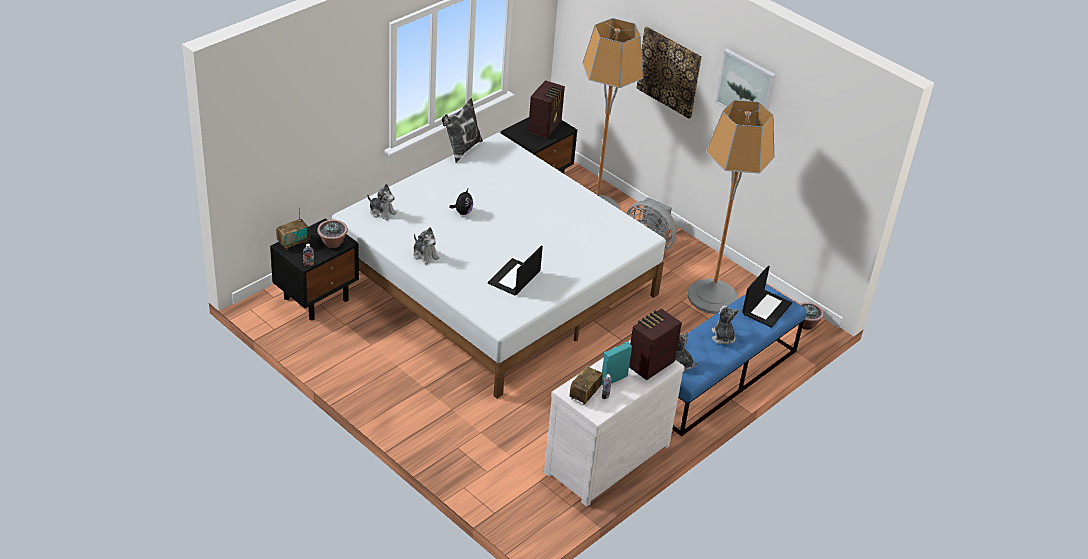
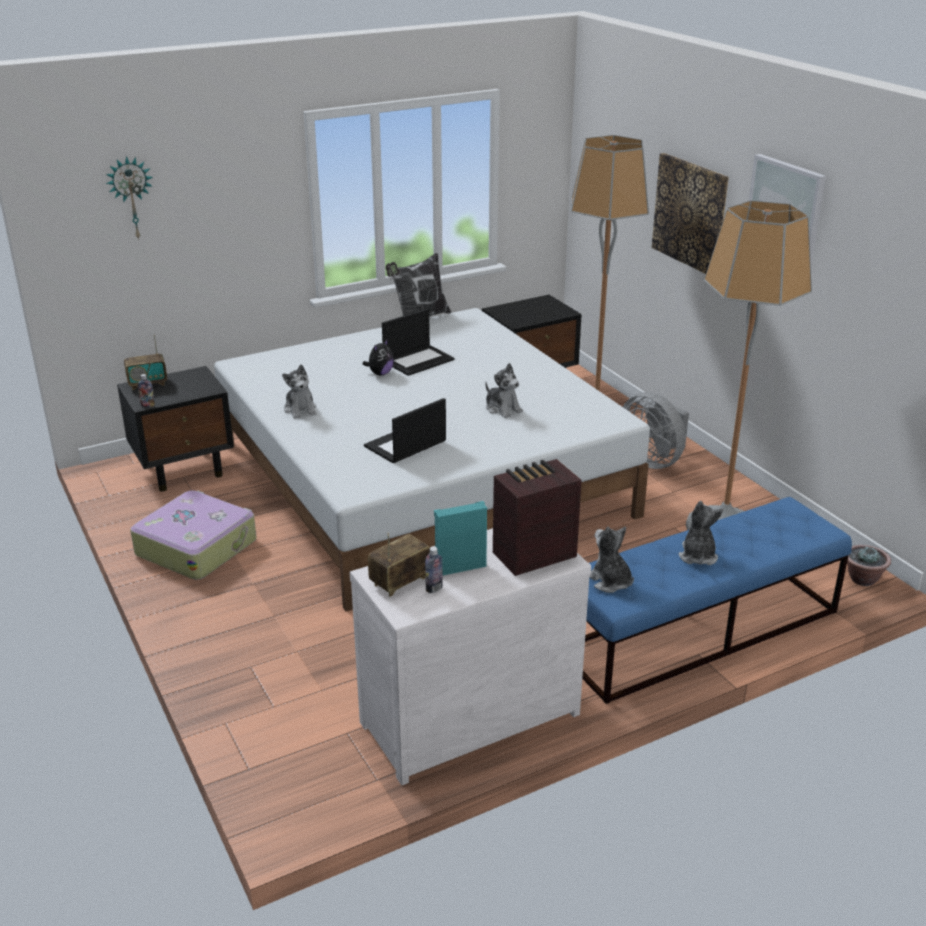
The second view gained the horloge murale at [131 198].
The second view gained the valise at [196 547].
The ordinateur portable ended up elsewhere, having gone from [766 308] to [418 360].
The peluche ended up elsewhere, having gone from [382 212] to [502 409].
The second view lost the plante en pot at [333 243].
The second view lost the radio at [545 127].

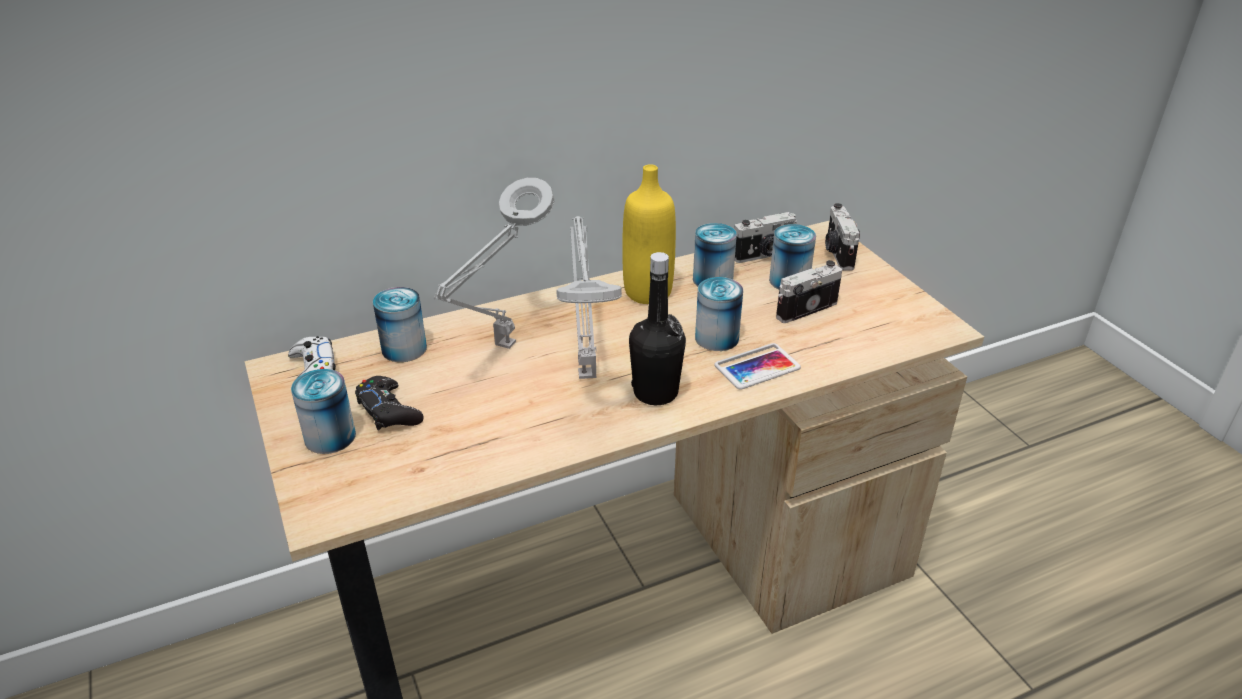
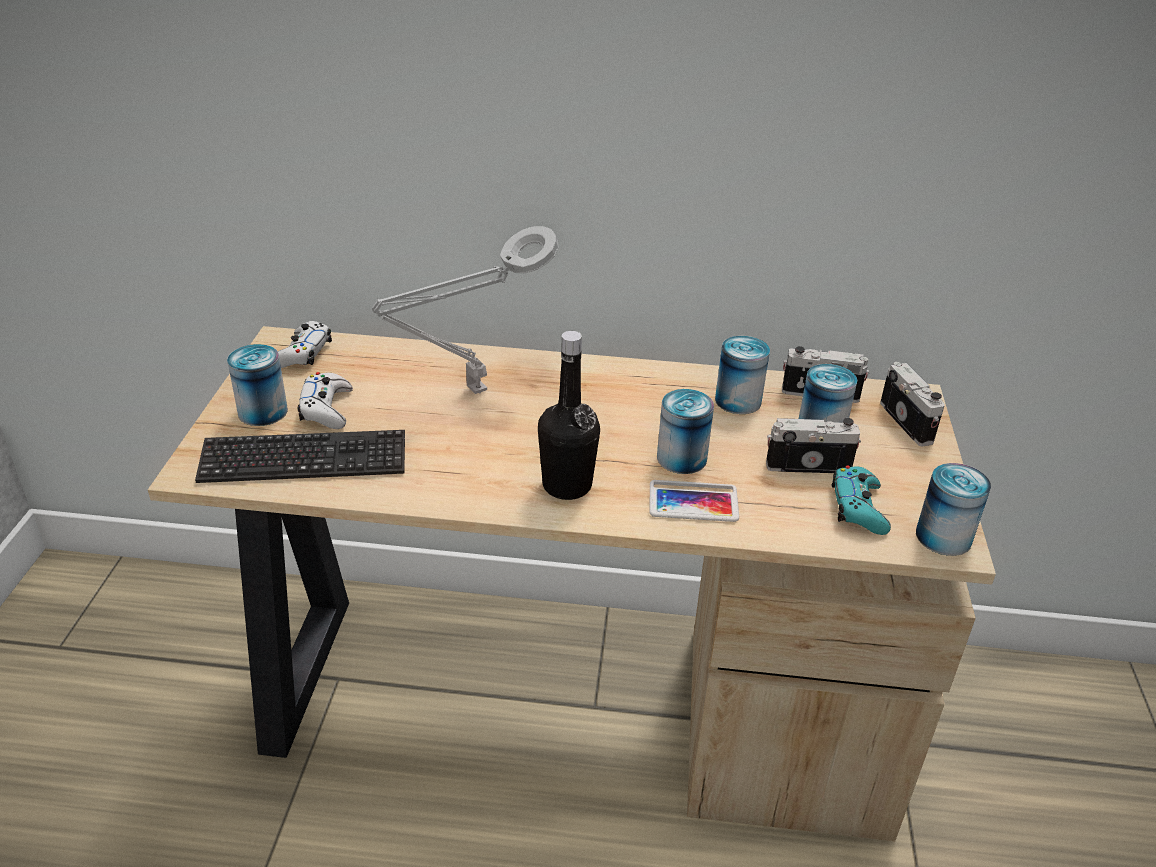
The second view gained the clavier at [304 460].
What was the manette [noir] at [389 411] turned into the manette [blanc] at [326 409].
The second view gained the manette [turquoise] at [858 508].
The appareil photo at [837 253] ended up facing another way, 135 degrees clockwise from before.
The boîte métallique ended up elsewhere, having gone from [404 348] to [943 537].
The second view lost the lampe de table [gris] at [586 372].
The second view lost the bouteille [jaune] at [647 292].

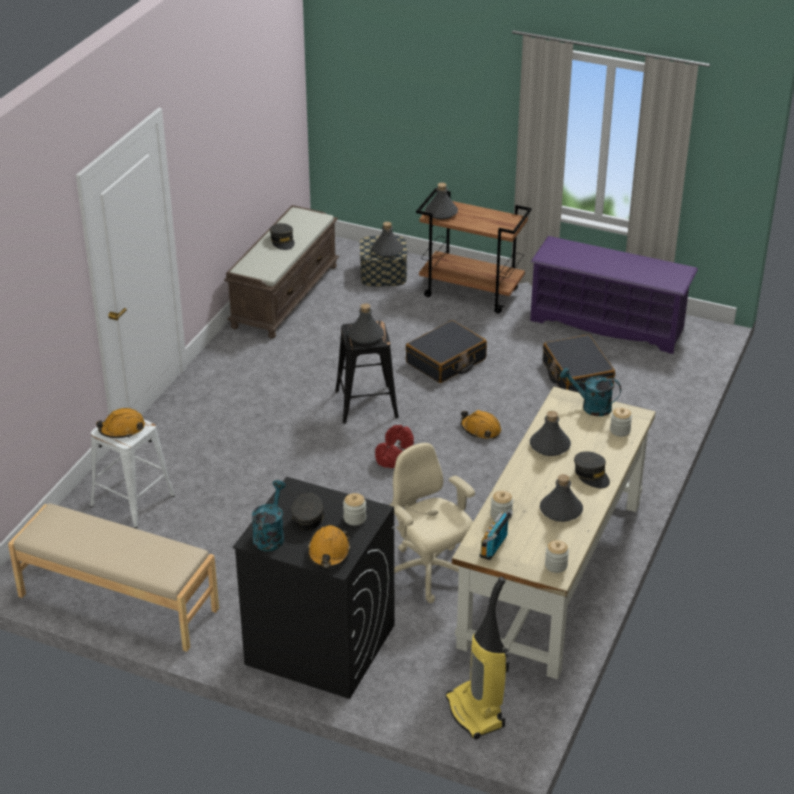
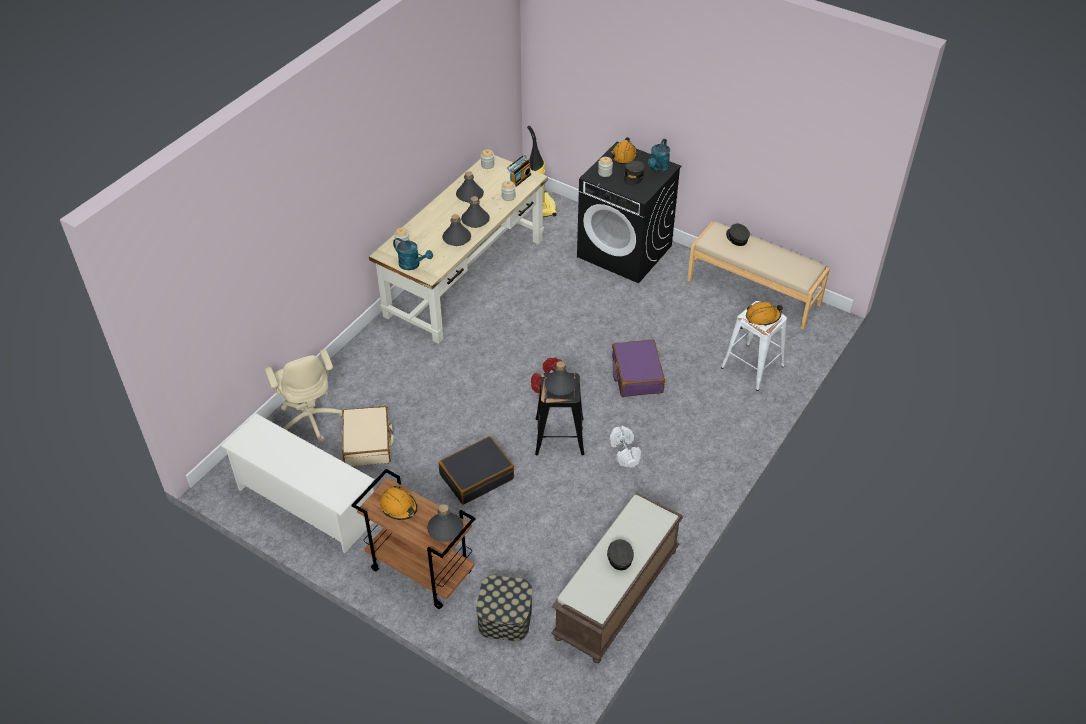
What was the étagère à chaussures [violet] at [608 324] turned into the étagère à chaussures [blanc] at [306 504].
The chaise de bureau [beige] ended up elsewhere, having gone from [428 573] to [310 419].
What was the valise [noir] at [576 376] turned into the valise [beige] at [368 443].
The casque de chantier [orange] ended up elsewhere, having gone from [480 429] to [399 507].
The bouteille [gris] ended up elsewhere, having gone from [387 250] to [475 220].
The second view gained the haltère [blanc] at [625 452].
The second view gained the valise [violet] at [636 375].
The casquette [gris] ended up elsewhere, having gone from [591 475] to [737 238].

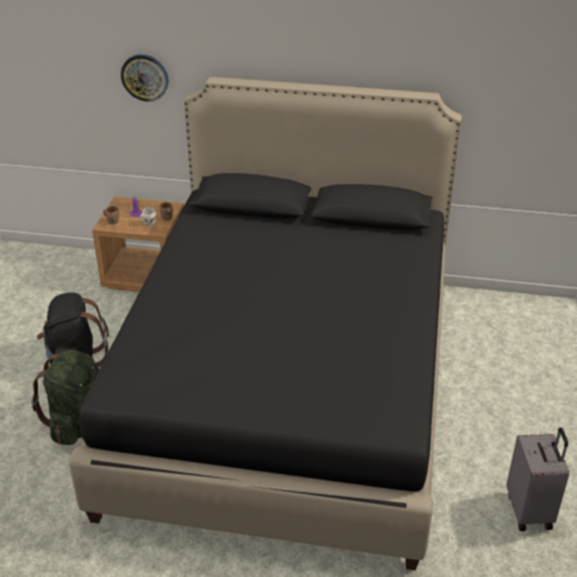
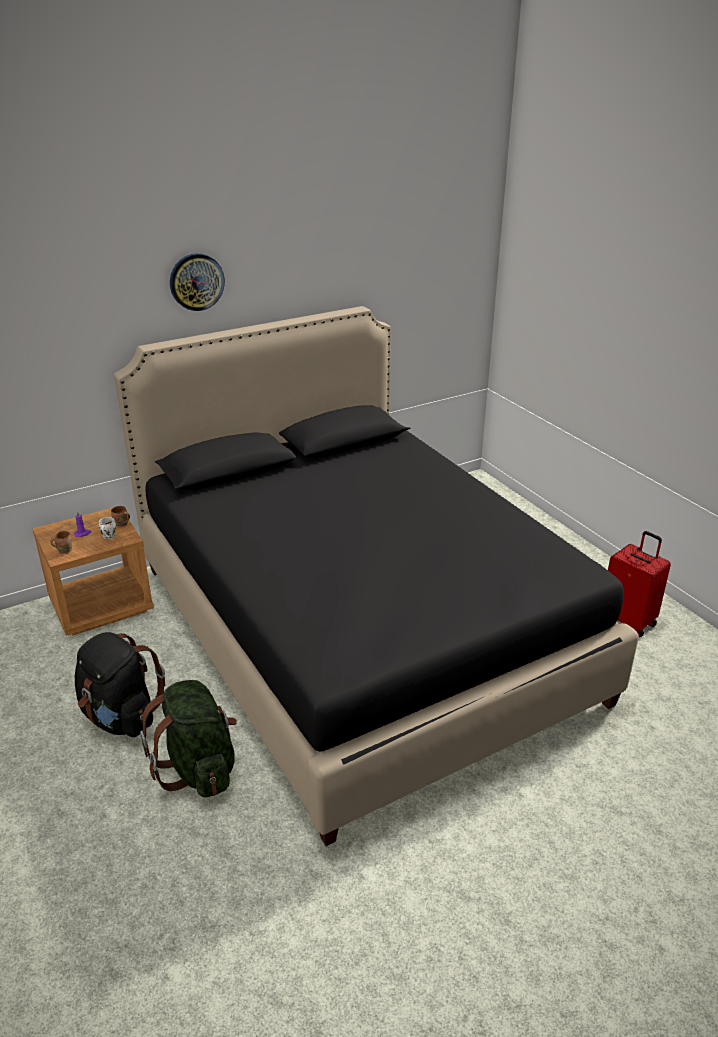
The horloge murale ended up elsewhere, having gone from [145 77] to [196 282].
What was the valise [gris] at [530 511] turned into the valise [rouge] at [629 620].

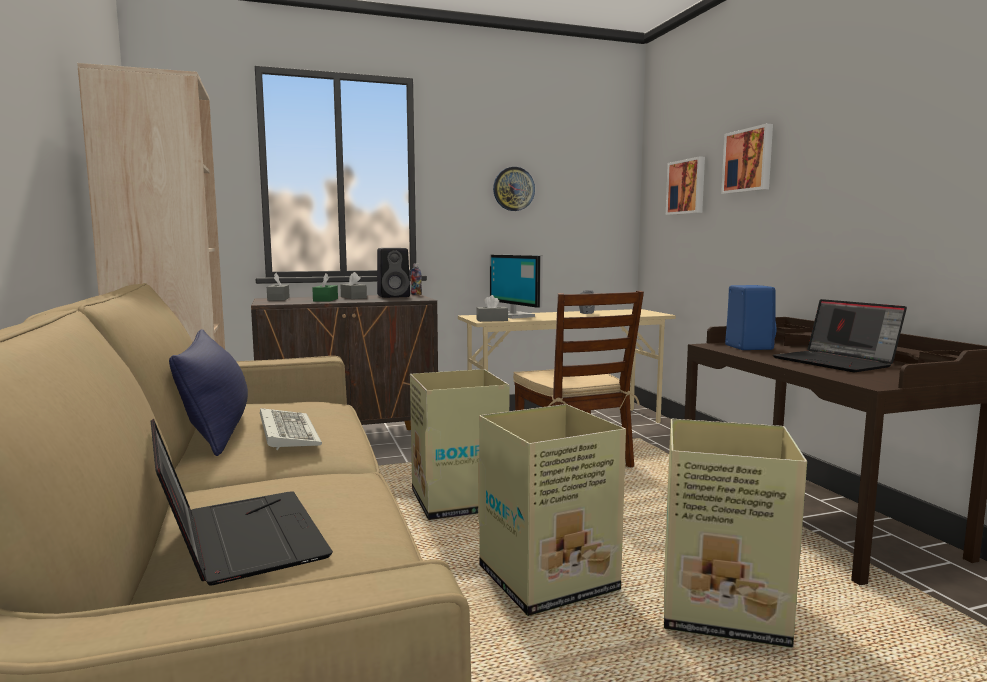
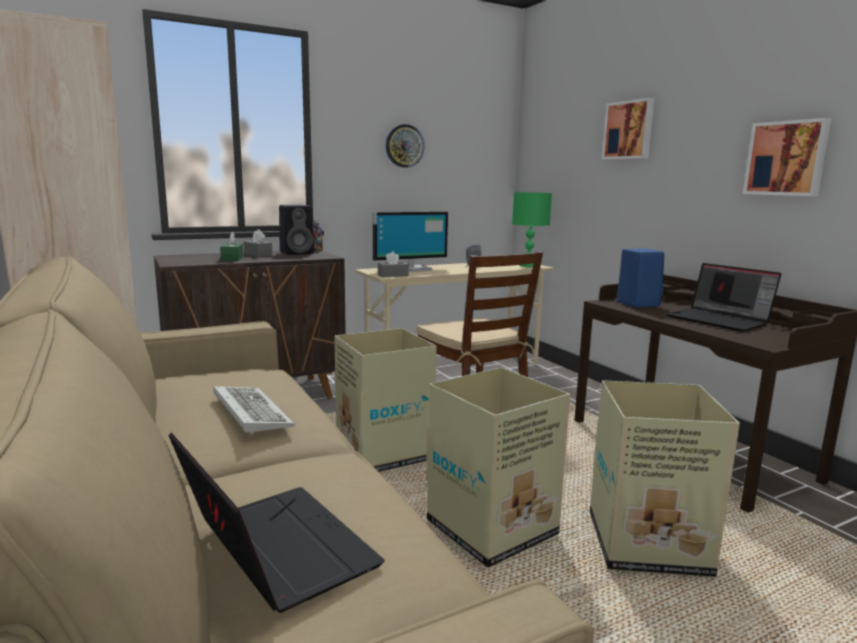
The écran d'ordinateur at [514 315] ended up facing another way, 75 degrees counterclockwise from before.
The second view gained the lampe de table [vert] at [528 266].
The tableau ended up elsewhere, having gone from [687 187] to [786 158].
The second view lost the coussin [bleu] at [215 429].
The second view lost the boîte à mouchoirs [gris] at [278 299].

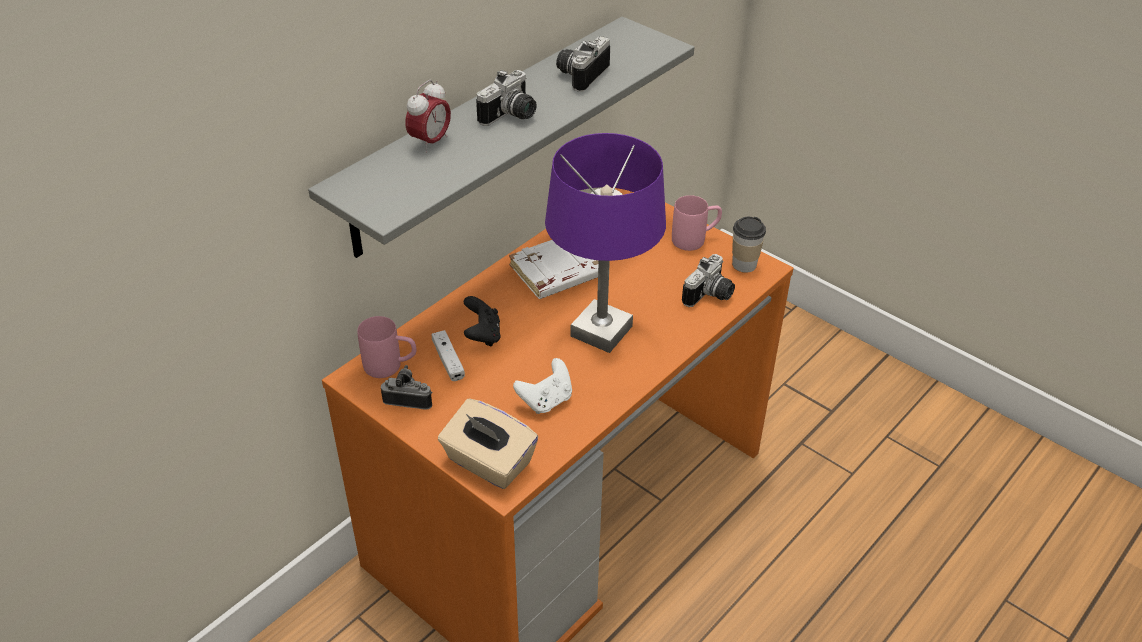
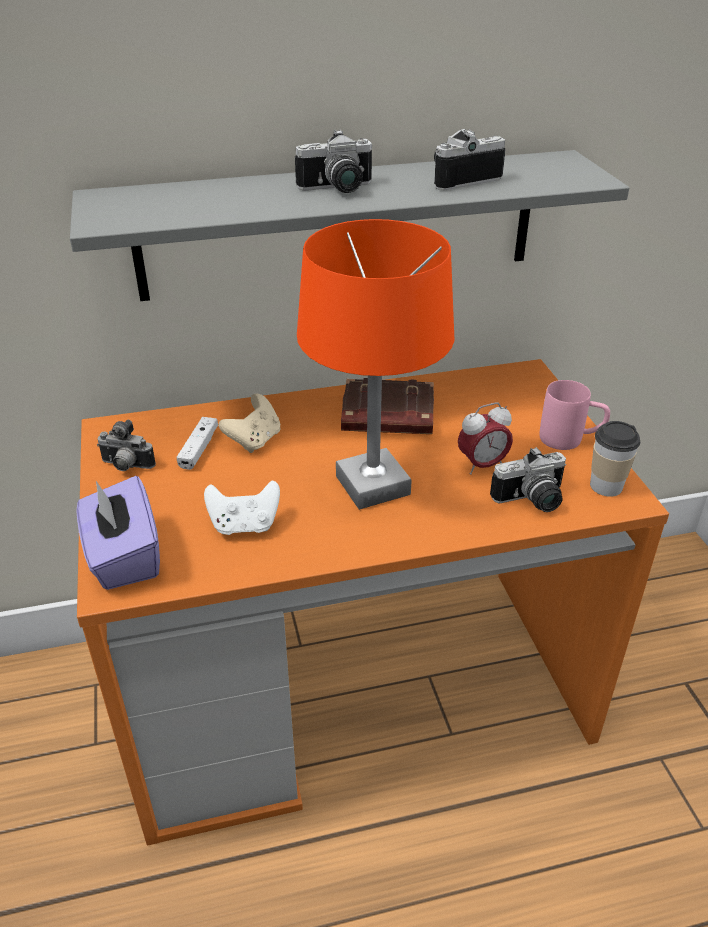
What was the boîte à mouchoirs [beige] at [488 463] turned into the boîte à mouchoirs [violet] at [123 557].
The appareil photo at [409 400] ended up facing another way, 150 degrees clockwise from before.
What was the manette [noir] at [482 335] turned into the manette [beige] at [254 440].
What was the lampe de table [violet] at [601 332] turned into the lampe de table [orange] at [372 486].
What was the livre [blanc] at [557 273] turned into the livre [marron] at [386 415].
The réveil ended up elsewhere, having gone from [430 142] to [482 465].
The second view lost the mug [rose] at [391 366].

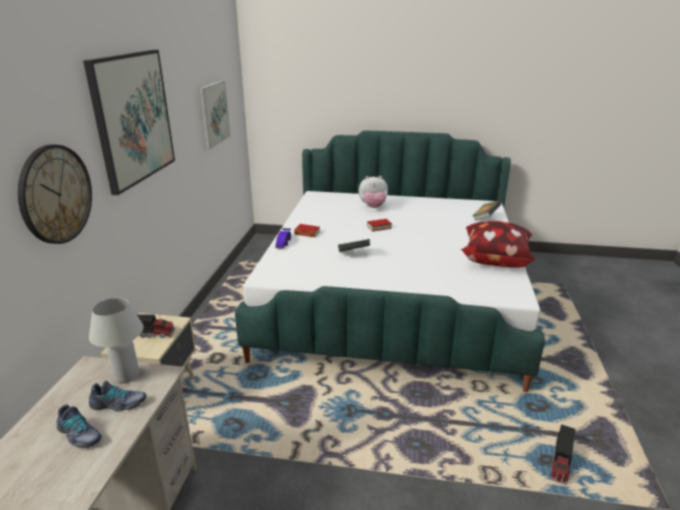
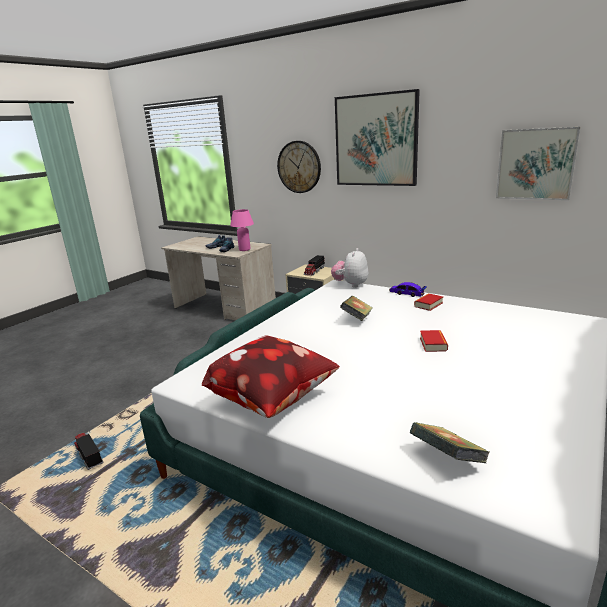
What was the lampe de table [blanc] at [127 375] turned into the lampe de table [rose] at [244 249].
The peluche ended up elsewhere, having gone from [373 207] to [351 285].

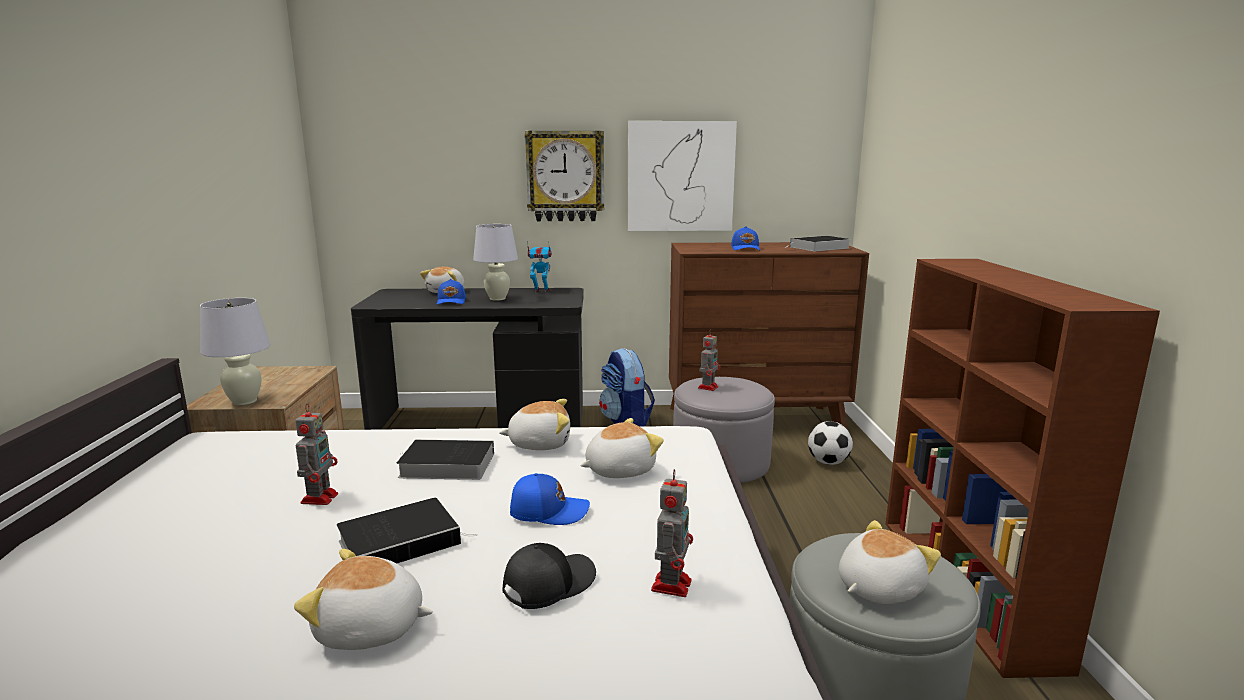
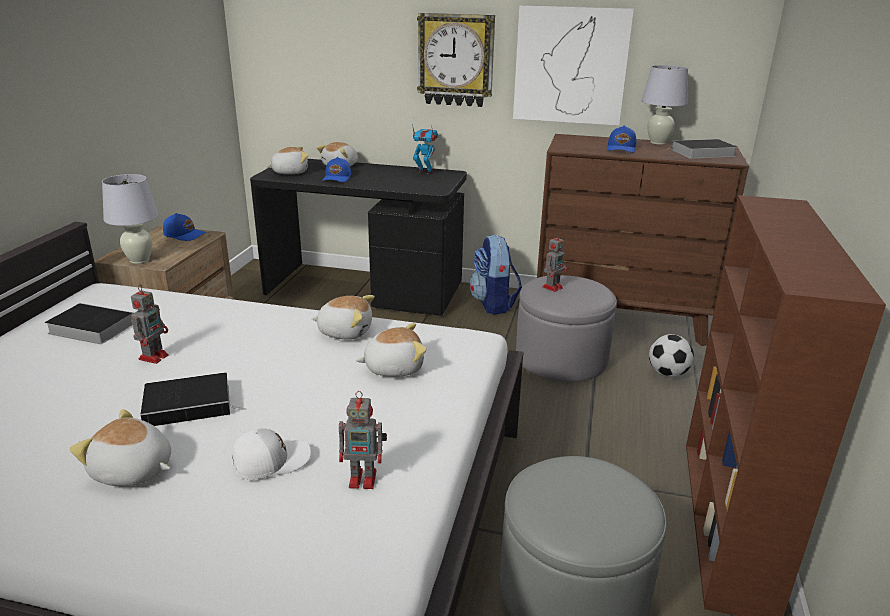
The livre ended up elsewhere, having gone from [444 465] to [89 328].
The casquette [bleu] ended up elsewhere, having gone from [548 511] to [185 235].
What was the casquette [noir] at [548 584] turned into the casquette [blanc] at [270 461].
The peluche ended up elsewhere, having gone from [877 587] to [290 172].
The robot jouet at [672 584] ended up facing another way, 60 degrees clockwise from before.
The lampe de table [blanc] ended up elsewhere, having gone from [498 298] to [658 142].

